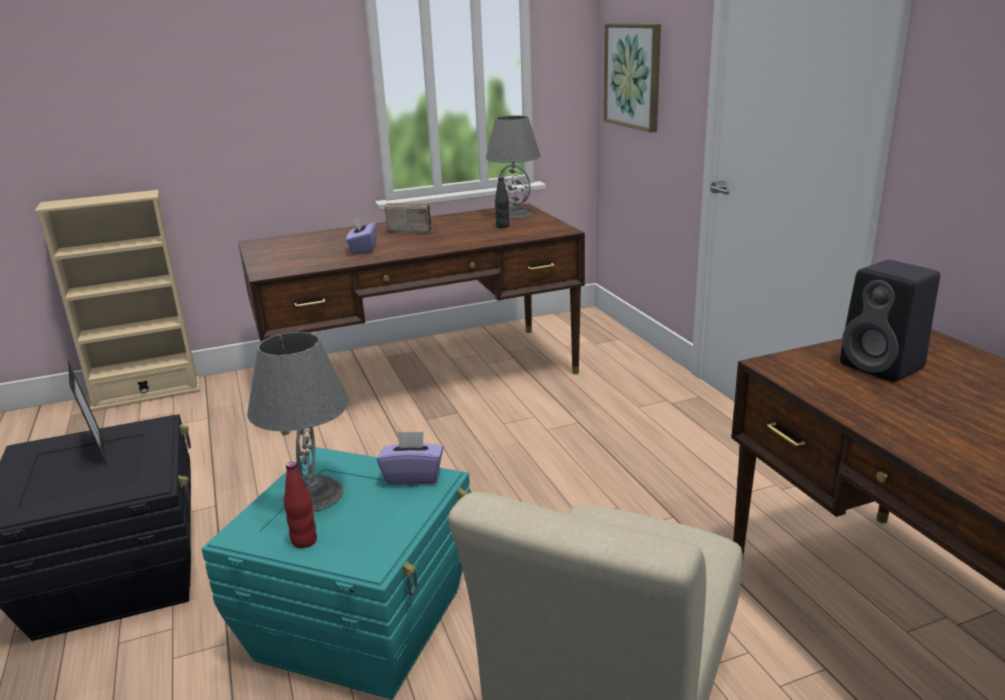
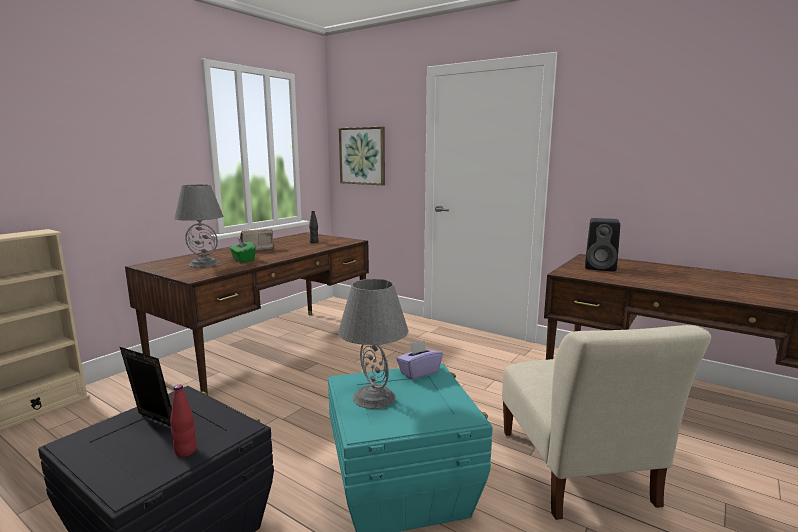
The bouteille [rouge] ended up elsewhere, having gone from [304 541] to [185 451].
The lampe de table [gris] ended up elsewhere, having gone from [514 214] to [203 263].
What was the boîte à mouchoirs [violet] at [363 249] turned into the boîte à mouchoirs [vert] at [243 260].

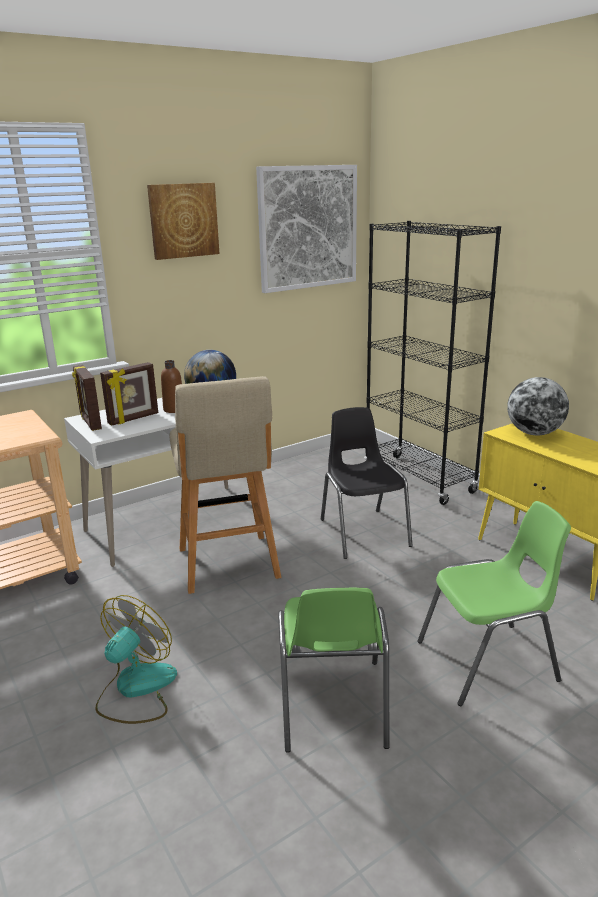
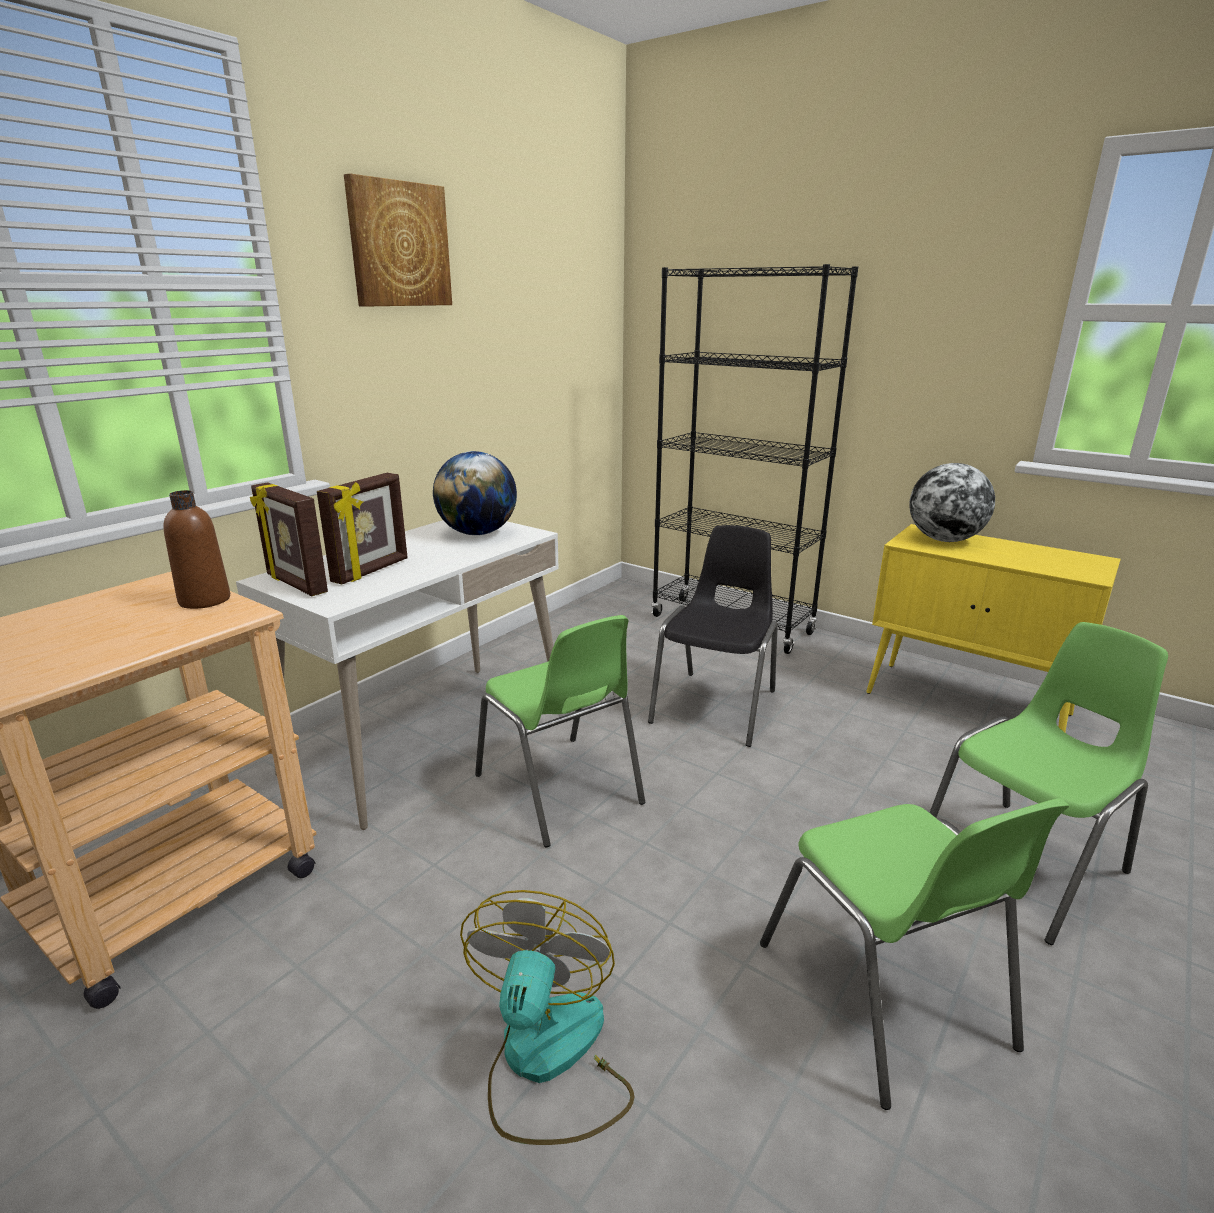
The bouteille [marron] ended up elsewhere, having gone from [174 409] to [205 600].
Where the tabouret [beige] stood at [229 565], the chaise [vert] came to stand at [560 790].
The chaise [noir] at [363 532] ended up facing another way, 60 degrees clockwise from before.
The second view lost the tableau at [308 228].

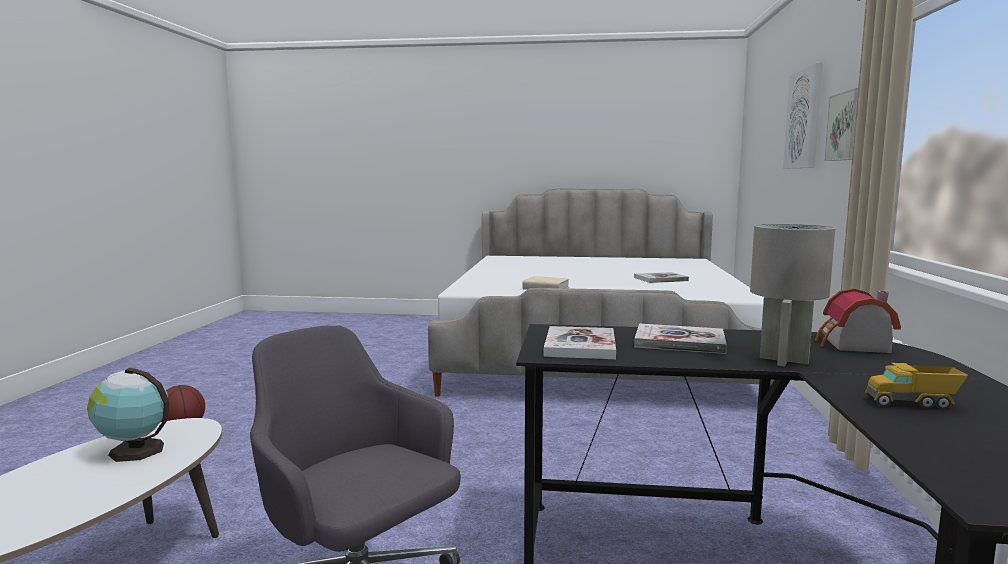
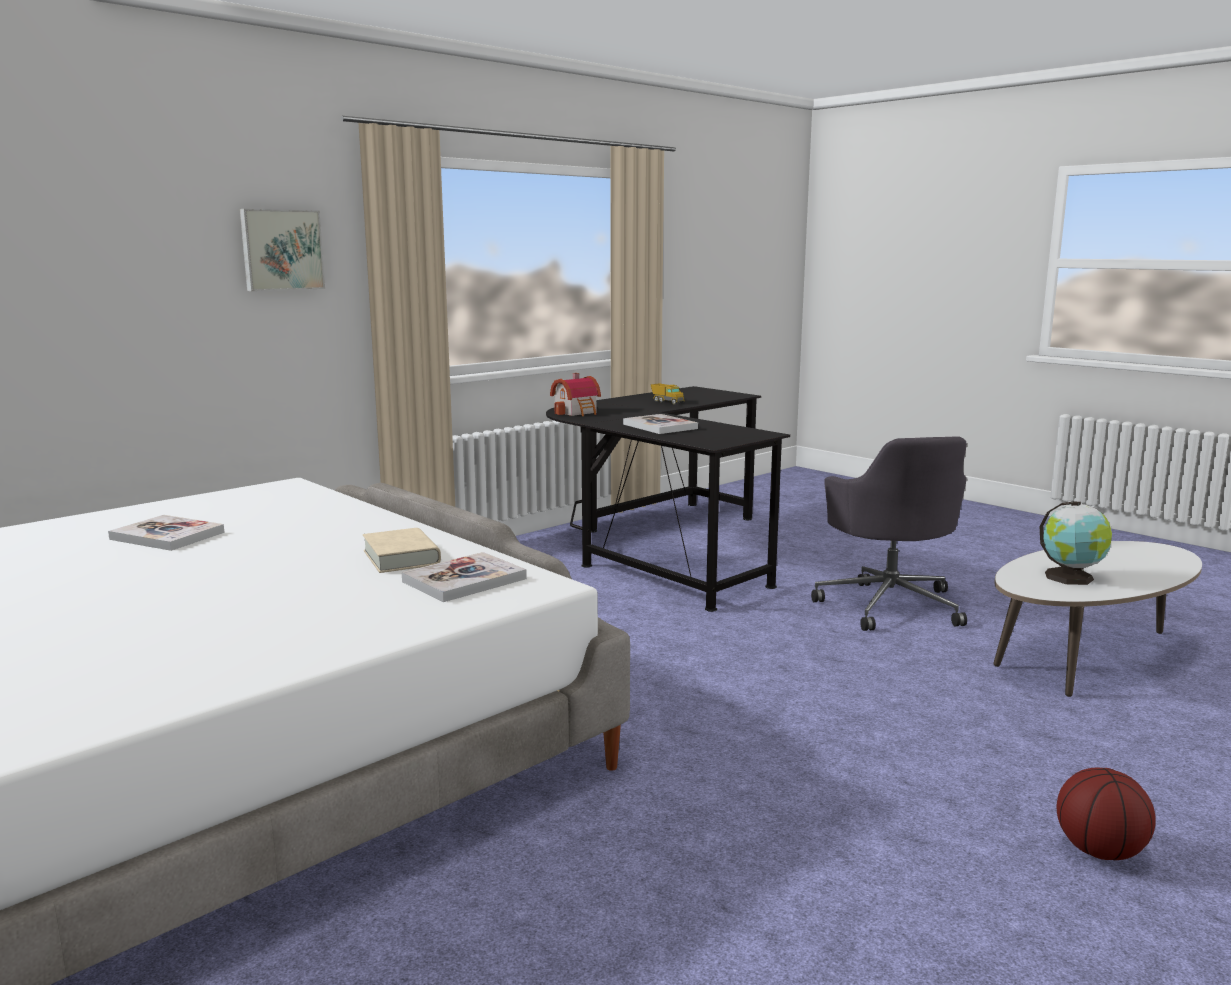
The livre ended up elsewhere, having gone from [580 346] to [464 580].
The second view lost the lampe de table [gris] at [783 360].
The second view lost the tableau at [804 119].

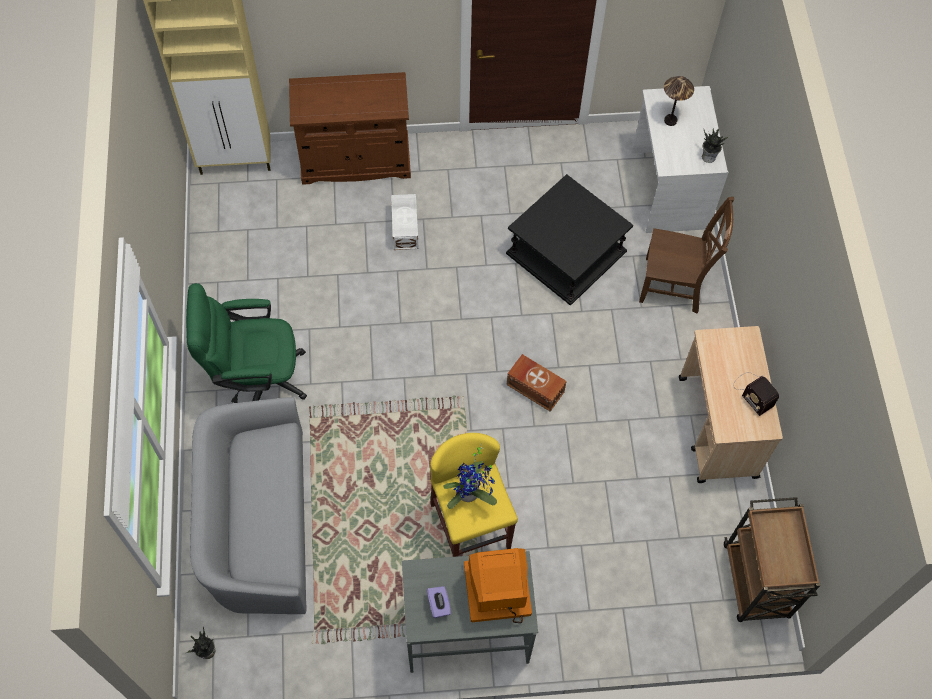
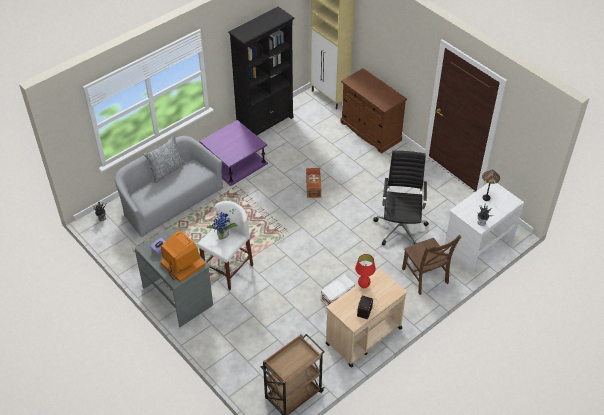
The second view gained the coussin at [167 170].
What was the tabouret [jaune] at [470 526] turned into the tabouret [blanc] at [228 270].
Where the chaise de bureau [vert] stood at [256 377], the table d'appoint [violet] came to stand at [234 162].
The second view gained the bibliothèque [noir] at [265 124].
The boîte de rangement [marron] ended up elsewhere, having gone from [535 387] to [314 187].
The boîte de rangement [blanc] ended up elsewhere, having gone from [405 228] to [338 296].
The second view gained the lampe de table [rouge] at [363 286].
Where the table d'appoint [noir] stood at [566 252], the chaise de bureau [noir] came to stand at [400 227].

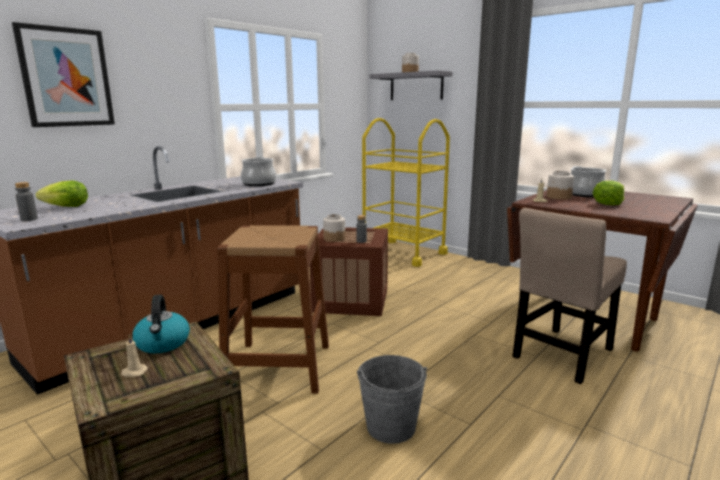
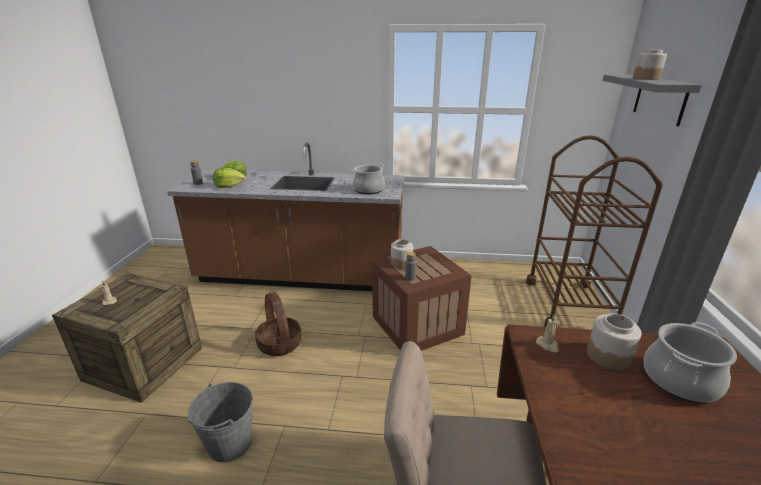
The laitue ended up elsewhere, having gone from [607 203] to [229 186].
Where the tabouret [marron] stood at [278 366], the panier came to stand at [279 344].
What was the chariot [jaune] at [403 253] turned into the chariot [marron] at [568 305].
The second view lost the tableau at [66 77].
The second view lost the bouilloire at [163 343].

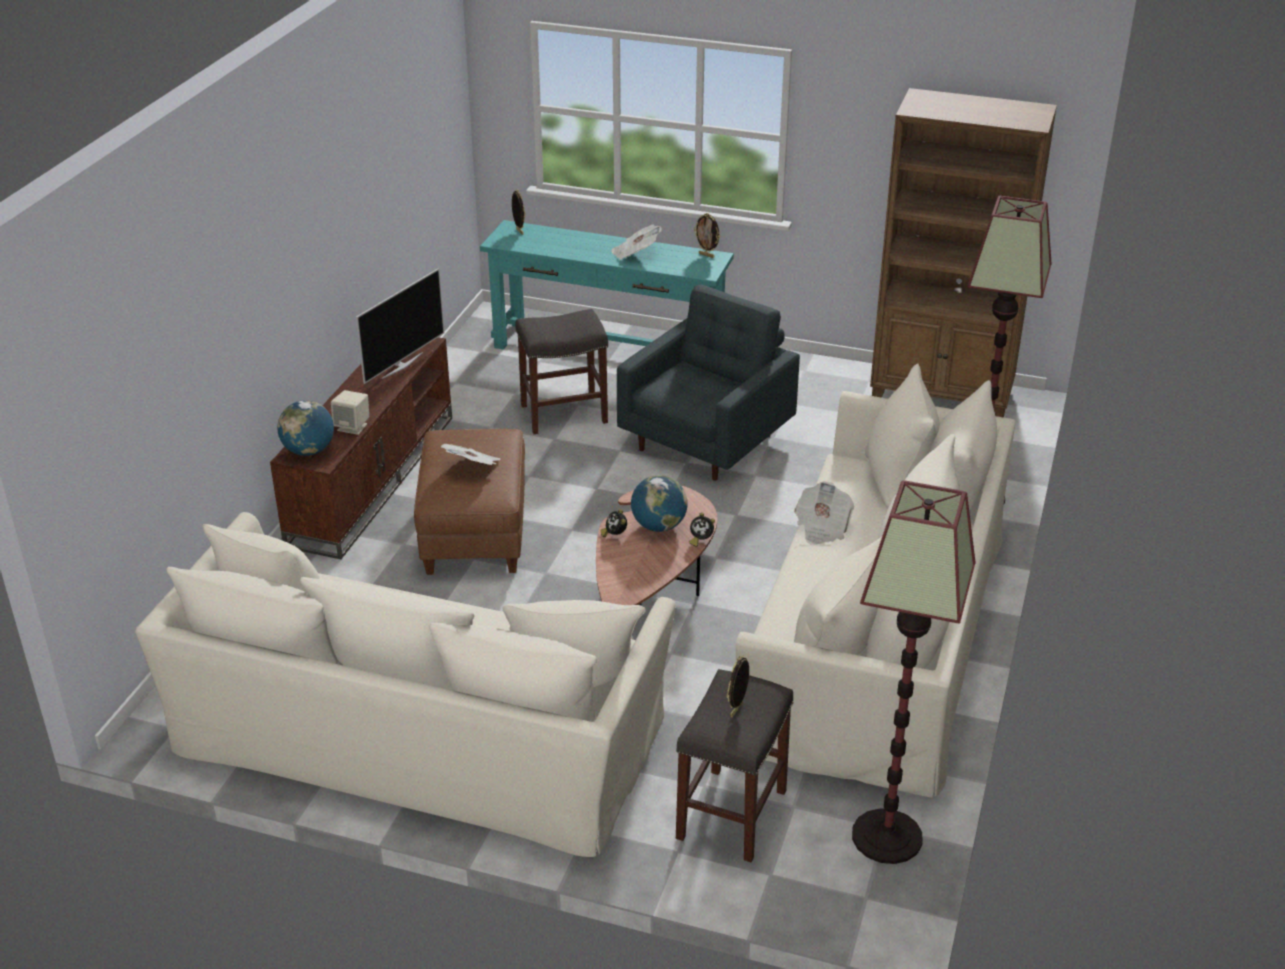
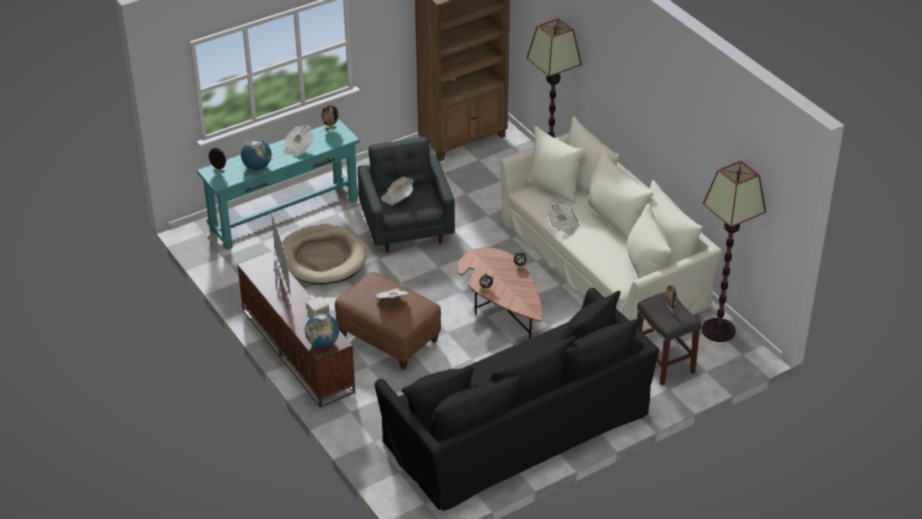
The globe ended up elsewhere, having gone from [658 526] to [257 166].
Where the tabouret [gris] stood at [565 413], the panier pour chien [beige] came to stand at [323 258].
What was the canapé [beige] at [420 731] turned into the canapé [noir] at [516 425].
The second view gained the journal at [397 198].

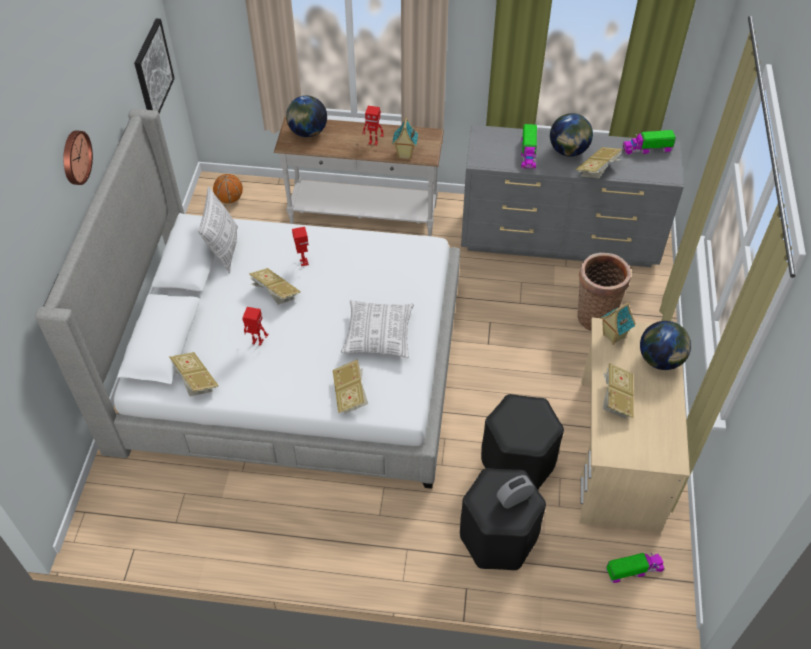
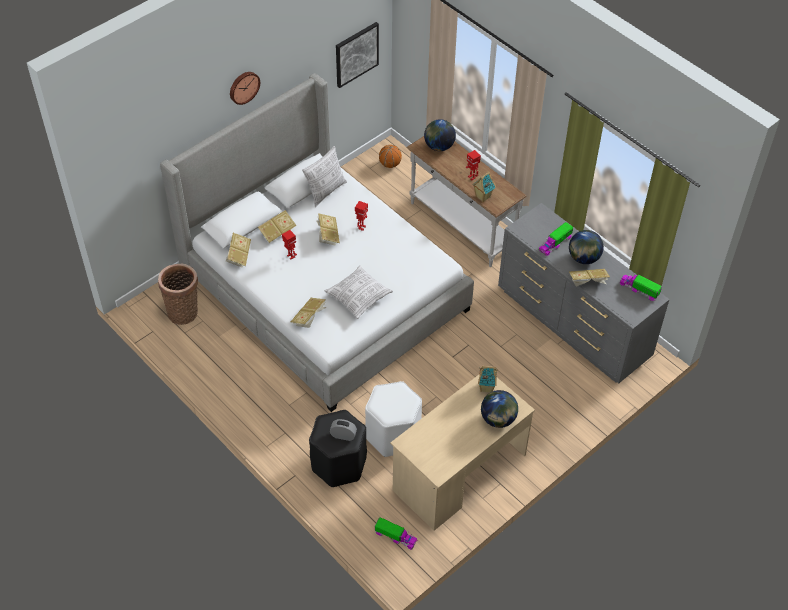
The panier ended up elsewhere, having gone from [594 315] to [183 311].
The livre ended up elsewhere, having gone from [616 399] to [277 232].
What was the tabouret [noir] at [517 464] turned into the tabouret [blanc] at [393 435].

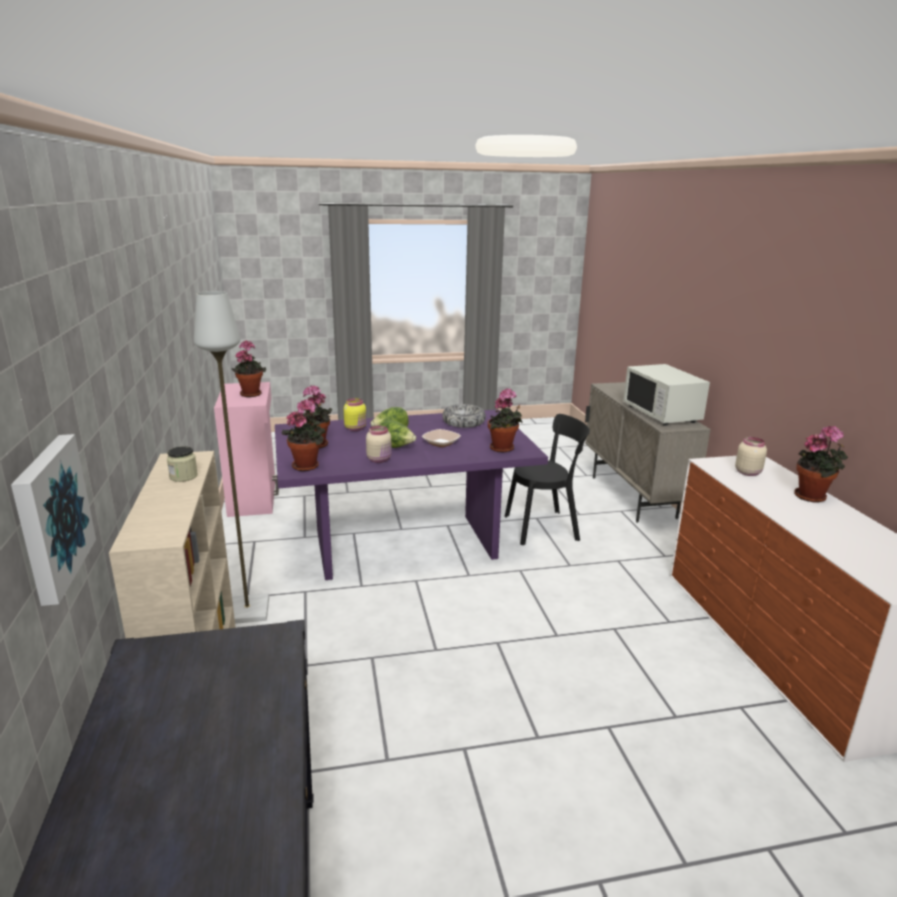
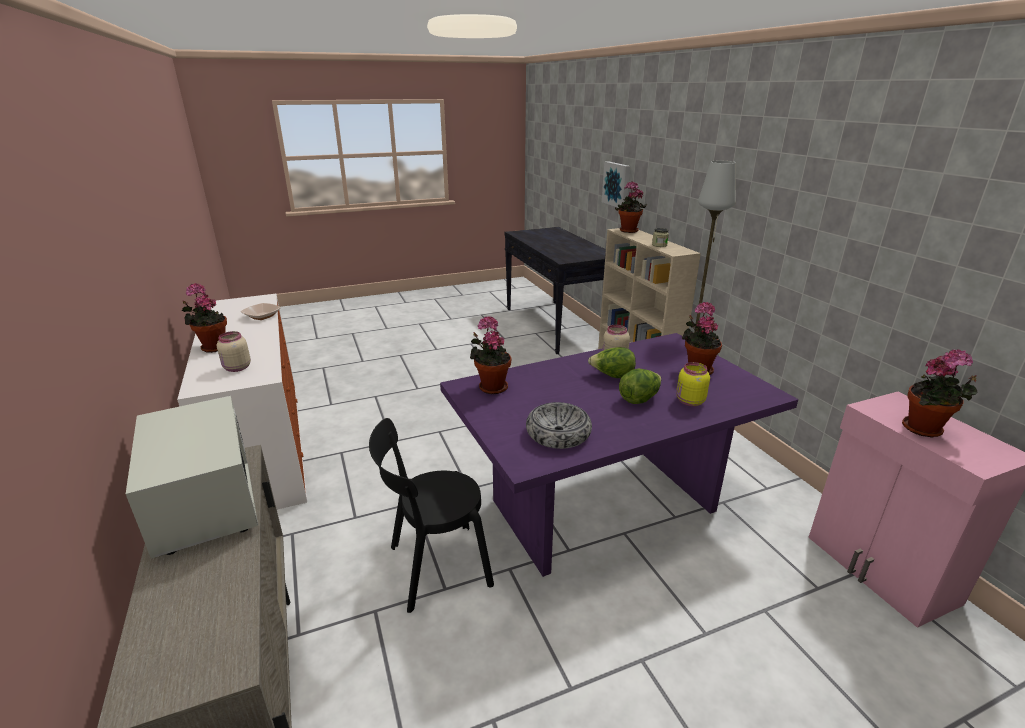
The bol ended up elsewhere, having gone from [441 443] to [262 316].
The plante en pot ended up elsewhere, having gone from [307 465] to [628 231].

